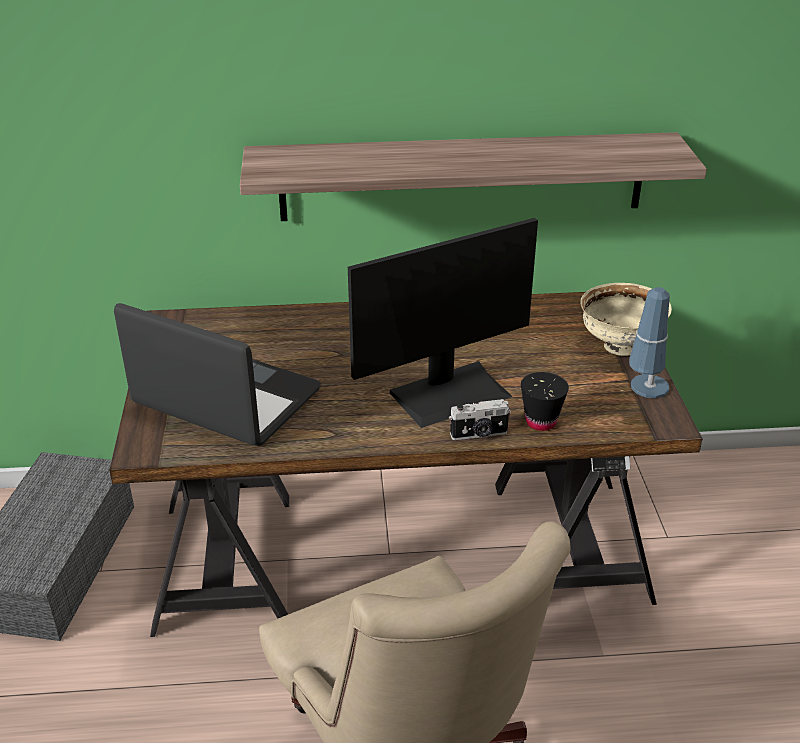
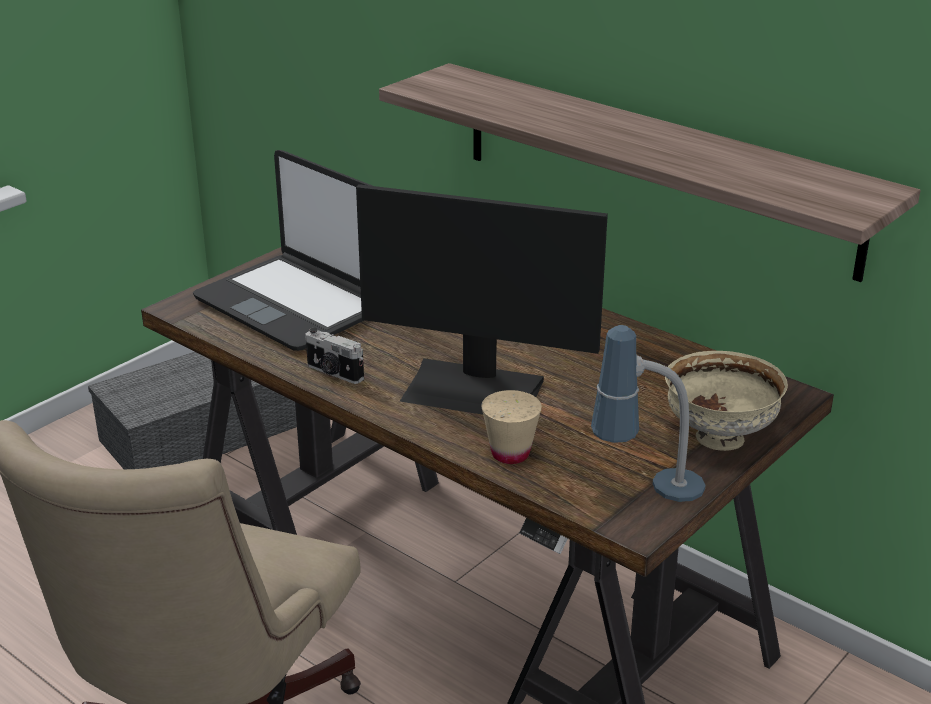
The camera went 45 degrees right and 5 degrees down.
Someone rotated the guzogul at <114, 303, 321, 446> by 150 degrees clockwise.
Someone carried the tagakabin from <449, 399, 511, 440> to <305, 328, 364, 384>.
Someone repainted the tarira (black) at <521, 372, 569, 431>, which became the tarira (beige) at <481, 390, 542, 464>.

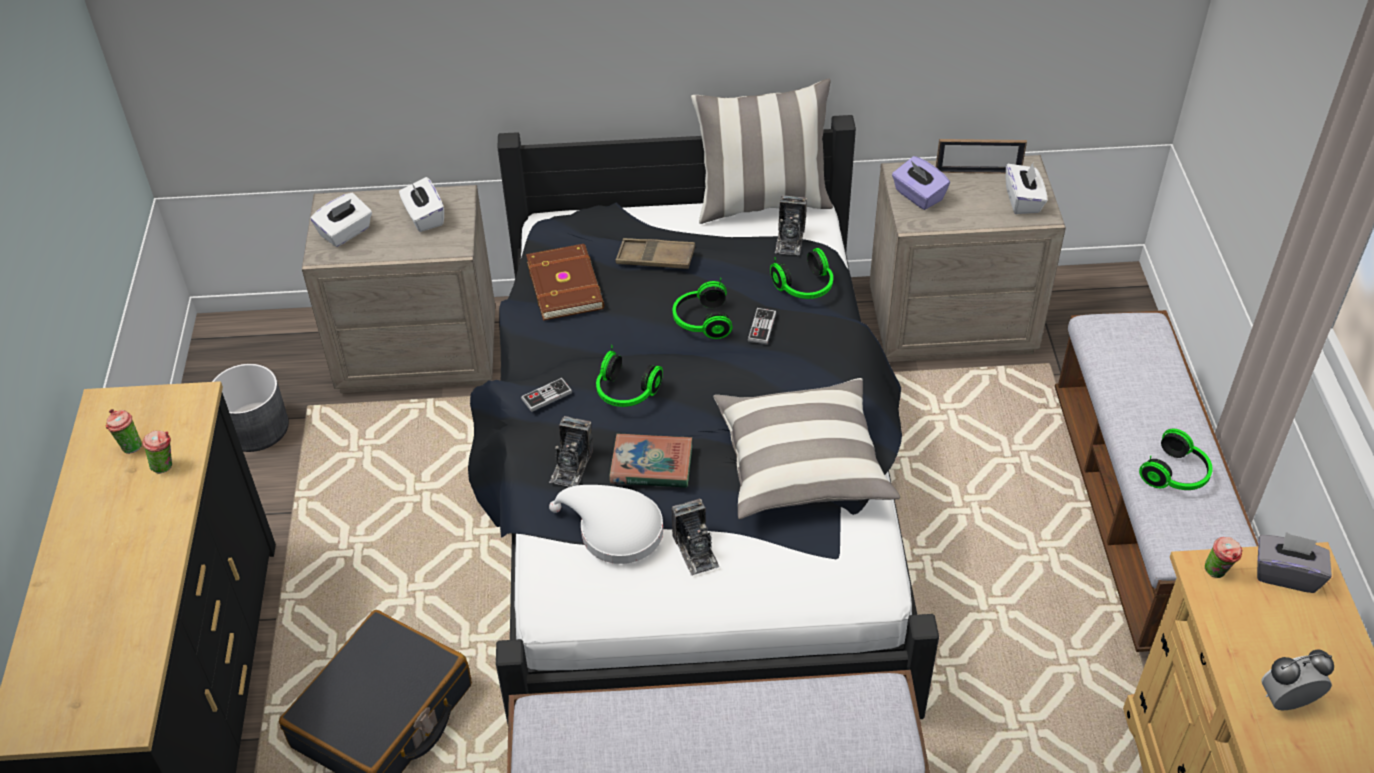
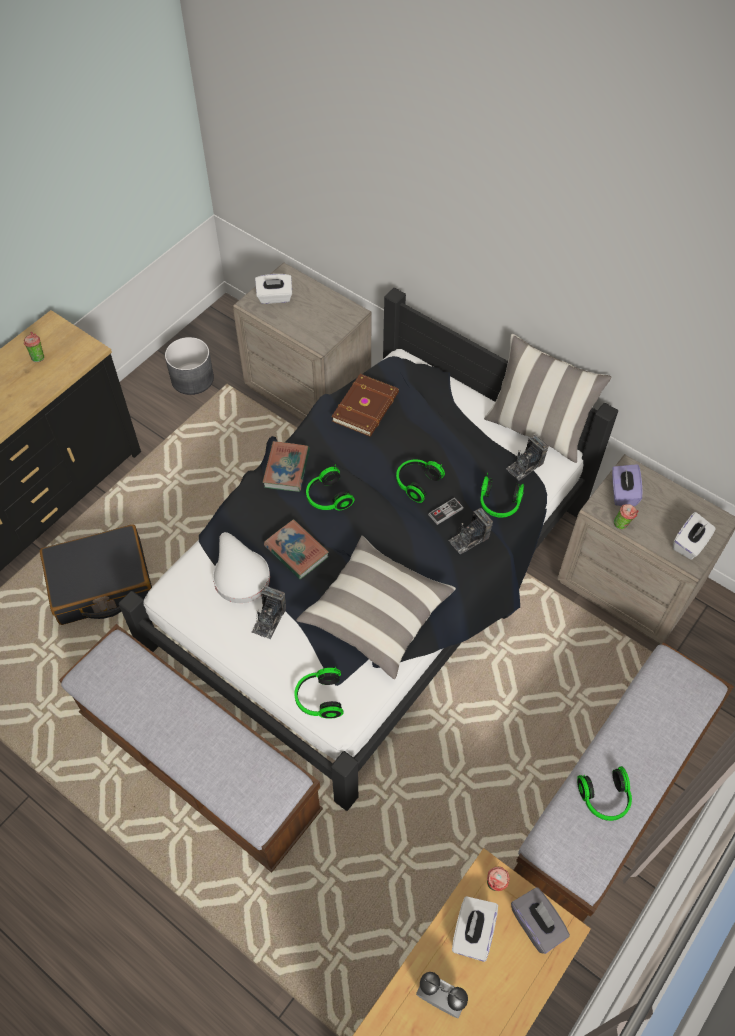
The camera went 40 degrees right and 10 degrees up.
Someone carried the tarira from <142, 431, 172, 474> to <613, 504, 638, 530>.
Someone carried the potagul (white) from <399, 177, 444, 232> to <452, 896, 498, 962>.
Someone swapped the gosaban at <521, 378, 572, 412> for the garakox at <262, 441, 310, 492>.
Someone carried the tagakabin from <549, 416, 593, 487> to <448, 508, 493, 554>.
Someone took away the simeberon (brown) at <615, 238, 695, 269>.
Someone took away the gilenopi at <936, 139, 1027, 174>.
Someone put down the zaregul at <294, 667, 344, 719>.

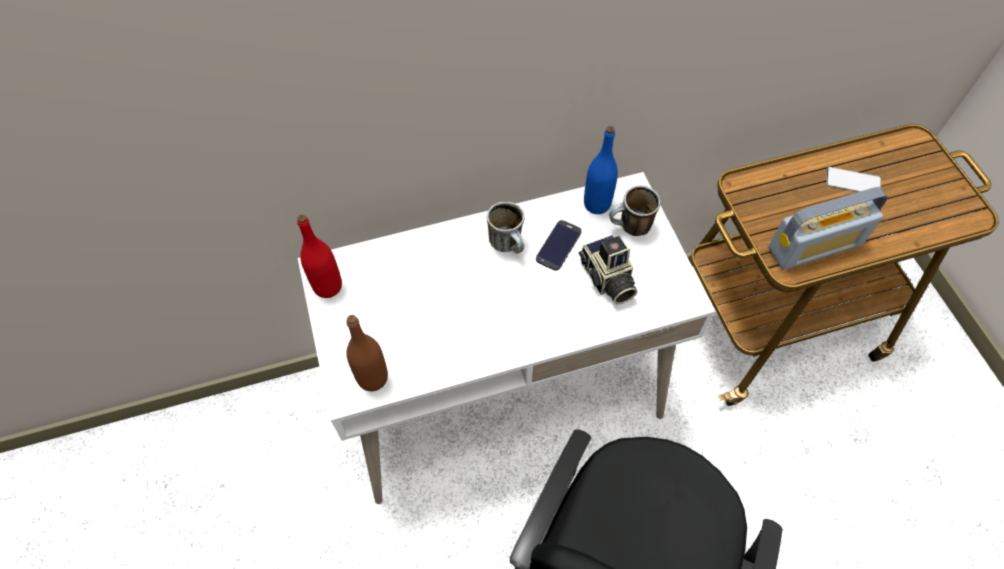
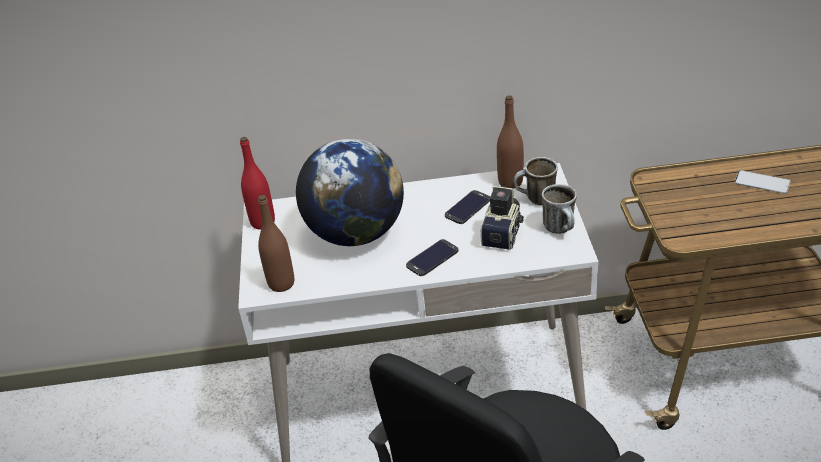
The camera went 15 degrees right and 20 degrees down.
Someone carried the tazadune from <487, 202, 525, 253> to <542, 184, 577, 234>.
Someone rotated the tagakabin at <579, 235, 638, 304> by 150 degrees counterclockwise.
Someone repainted the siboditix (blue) at <584, 126, 618, 214>, which became the siboditix (brown) at <497, 95, 524, 189>.
Someone took away the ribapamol at <768, 187, 888, 270>.
Someone put down the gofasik at <296, 139, 404, 246>.
Someone put down the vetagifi at <406, 239, 459, 276>.

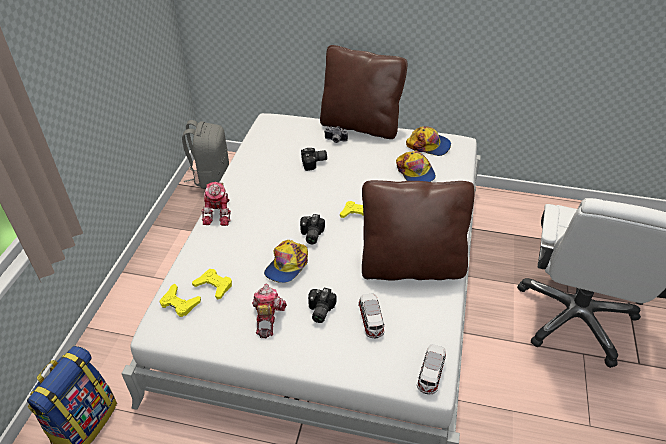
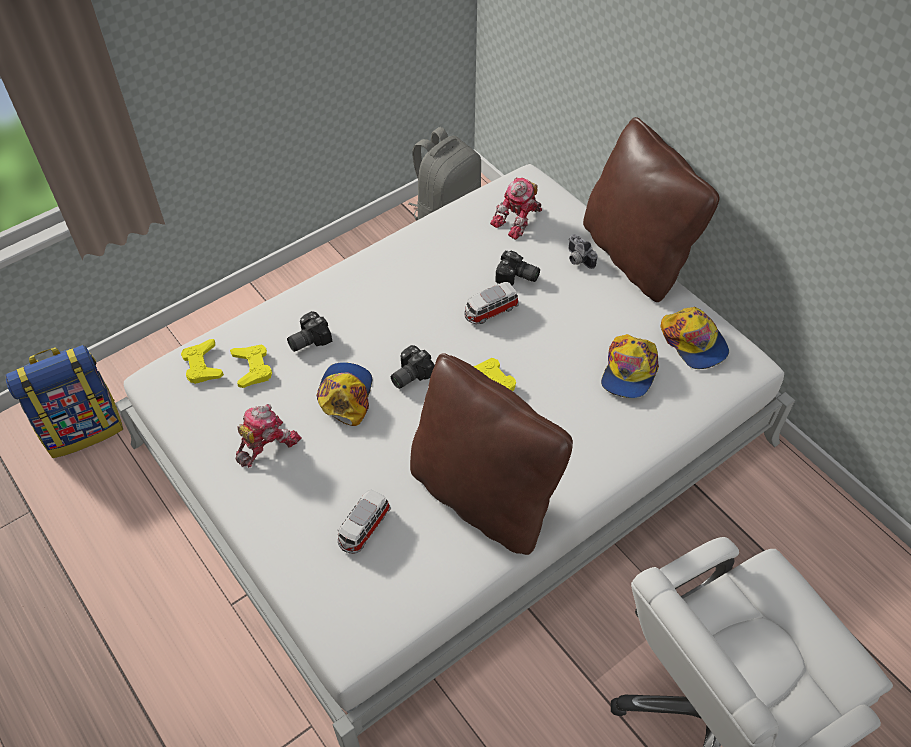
The camera went 40 degrees right and 10 degrees up.
Someone carried the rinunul from <201, 182, 231, 226> to <490, 177, 542, 240>.
Someone rotated the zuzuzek at <264, 240, 308, 283> by 120 degrees clockwise.
Someone carried the tagakabin from <308, 288, 336, 323> to <287, 311, 333, 352>.
Someone carried the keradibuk from <417, 344, 446, 394> to <464, 282, 519, 324>.

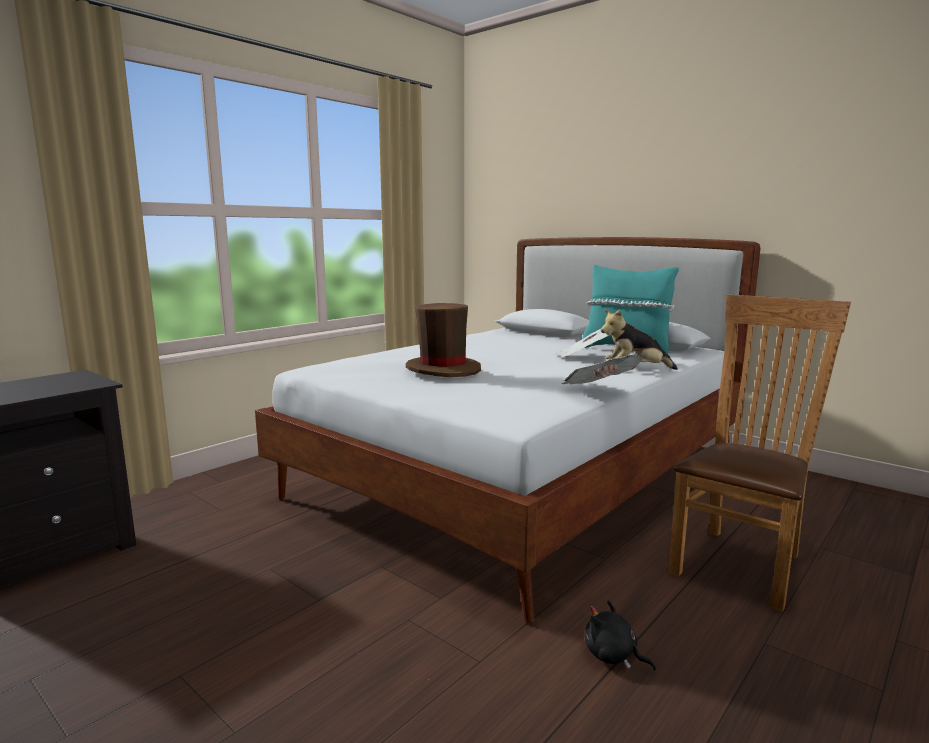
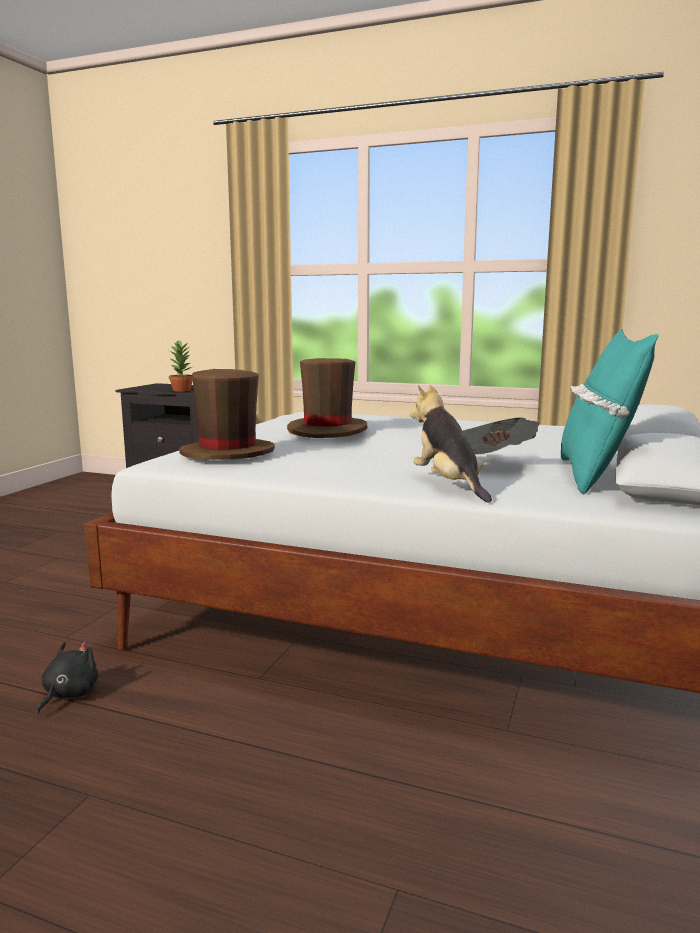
The camera went 70 degrees right and 0 degrees up.
Someone took away the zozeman at <562, 355, 643, 384>.
Someone took away the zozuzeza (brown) at <668, 295, 851, 612>.
Someone put down the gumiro at <169, 341, 193, 392>.
Someone put down the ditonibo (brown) at <179, 369, 275, 460>.

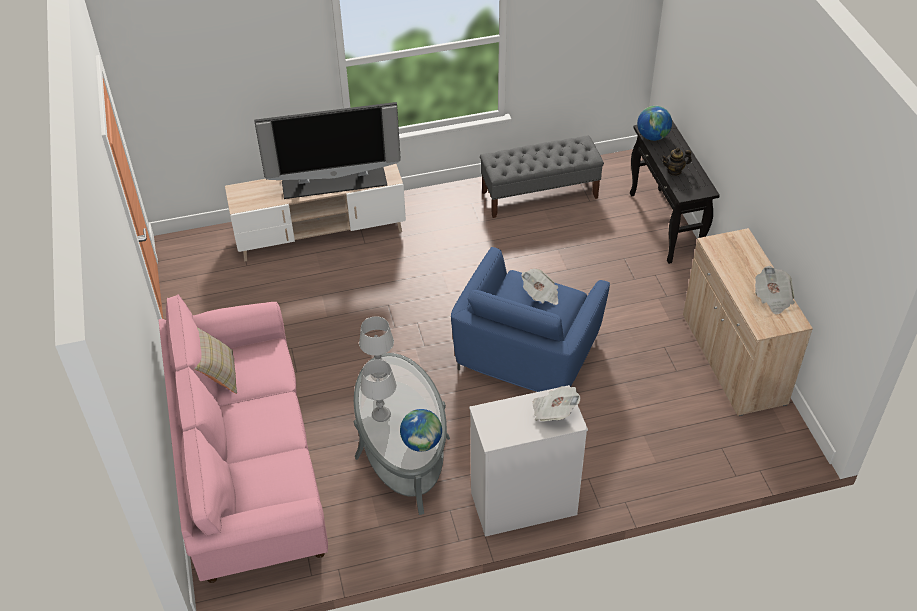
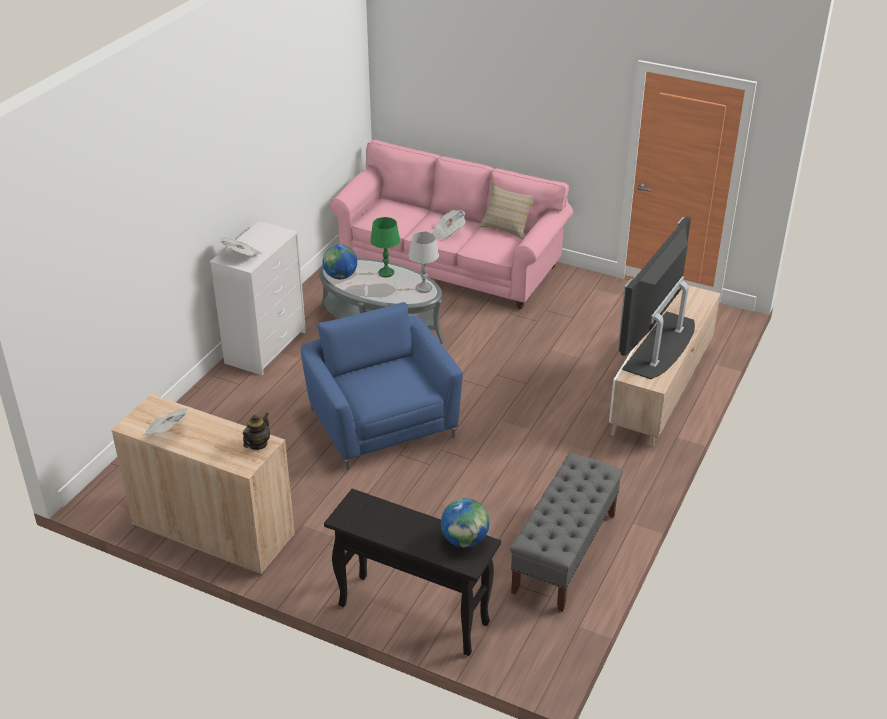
The camera went 130 degrees right and 10 degrees down.
Someone repainted the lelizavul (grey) at <360, 359, 396, 422>, which became the lelizavul (green) at <370, 217, 400, 277>.
Someone carried the zozeman from <521, 269, 558, 305> to <430, 210, 466, 240>.
Someone carried the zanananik from <661, 148, 692, 176> to <243, 412, 270, 450>.

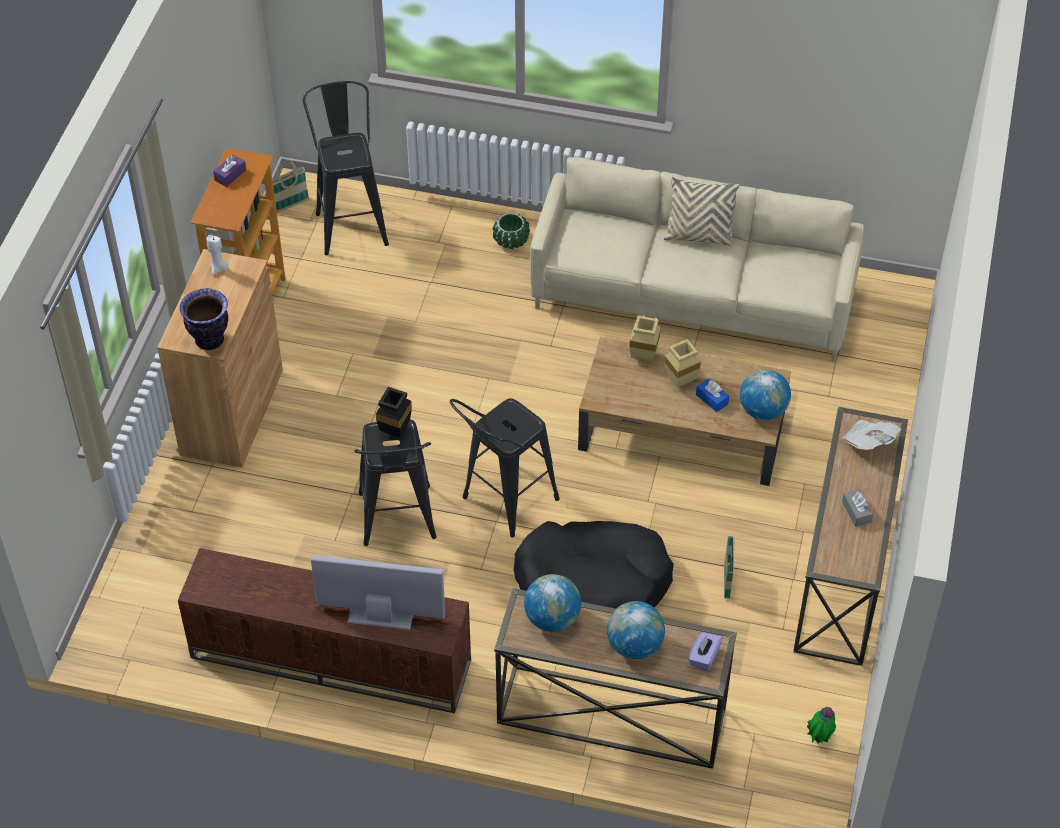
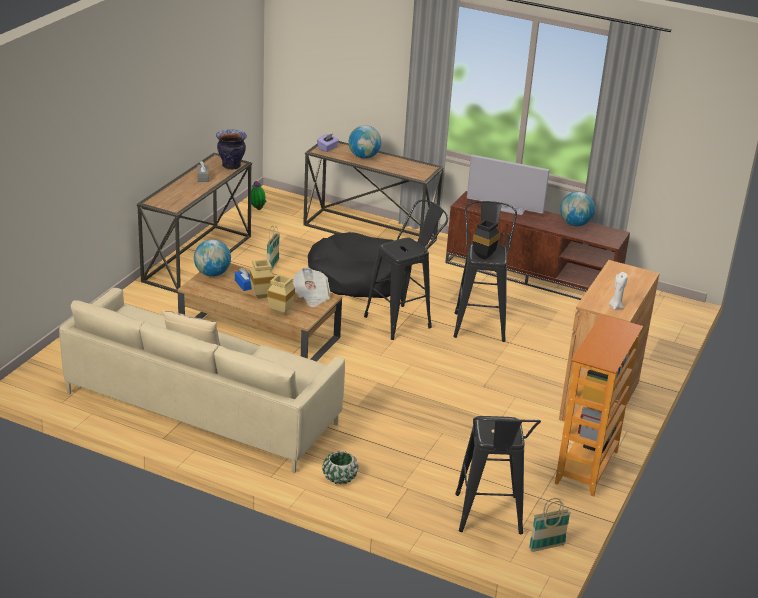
The camera went 170 degrees left and 20 degrees down.
Someone carried the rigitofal from <180, 288, 228, 350> to <216, 130, 247, 170>.
Someone took away the potagul (purple) at <213, 155, 246, 187>.
Someone carried the gofasik from <524, 574, 581, 632> to <560, 192, 595, 226>.
Someone carried the zozeman from <842, 420, 901, 450> to <293, 267, 330, 307>.

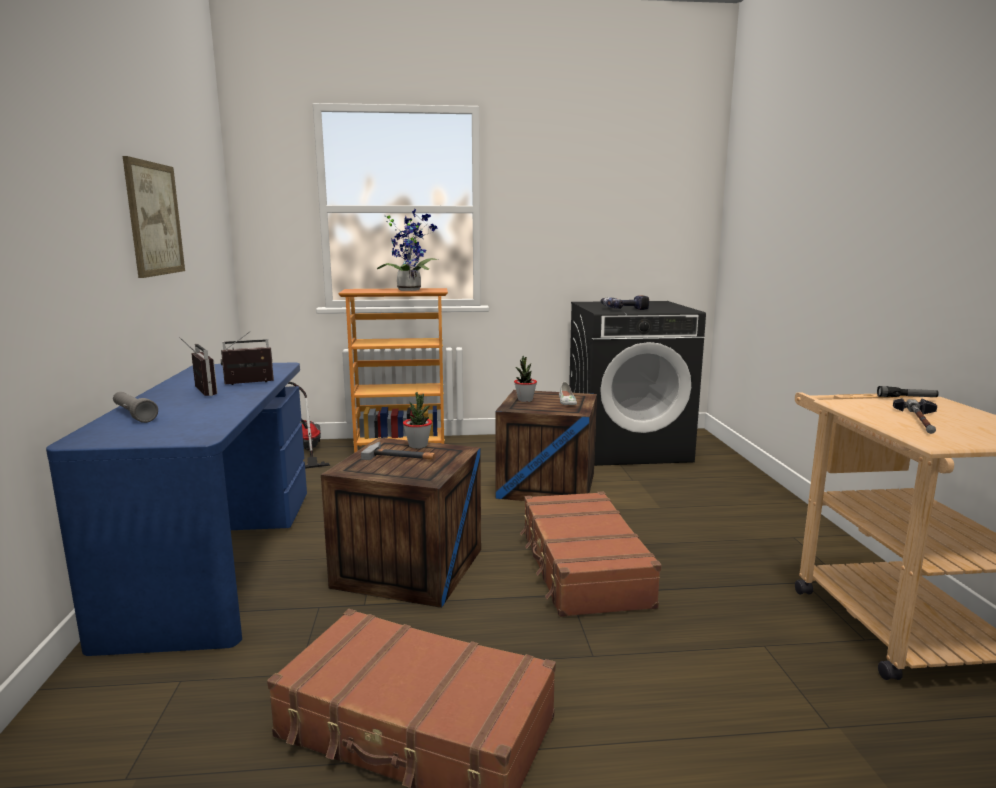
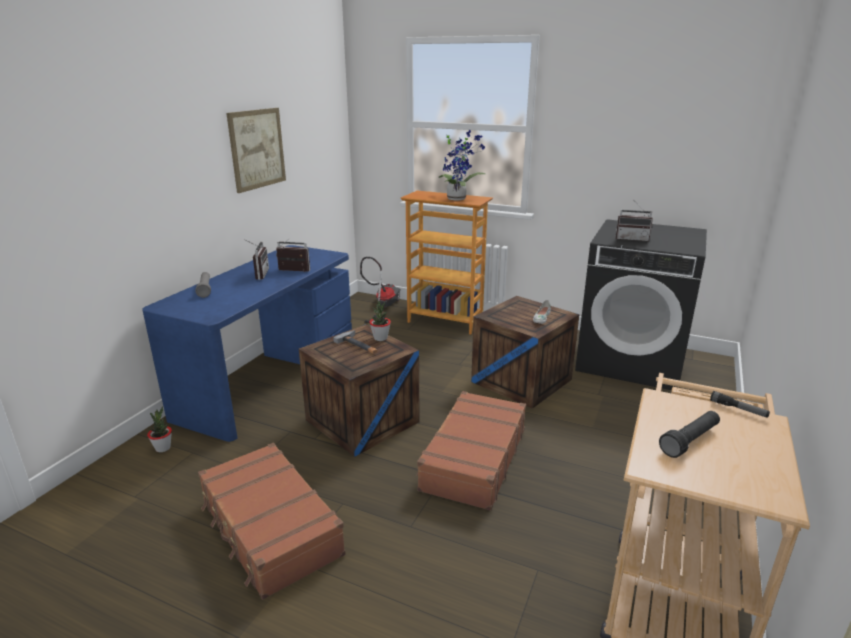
The camera went 30 degrees right and 10 degrees up.
Someone carried the gumiro from <514, 356, 537, 402> to <147, 406, 172, 452>.
Someone swapped the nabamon at <601, 295, 649, 310> for the ribapamol at <615, 202, 653, 242>.
Someone swapped the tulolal at <893, 398, 937, 434> for the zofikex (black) at <659, 411, 720, 458>.

